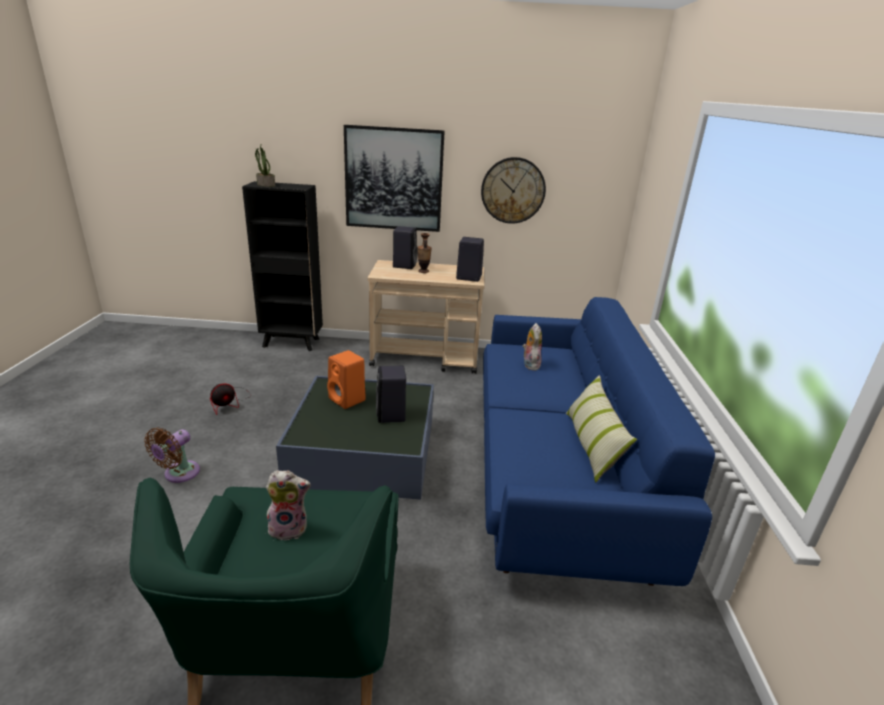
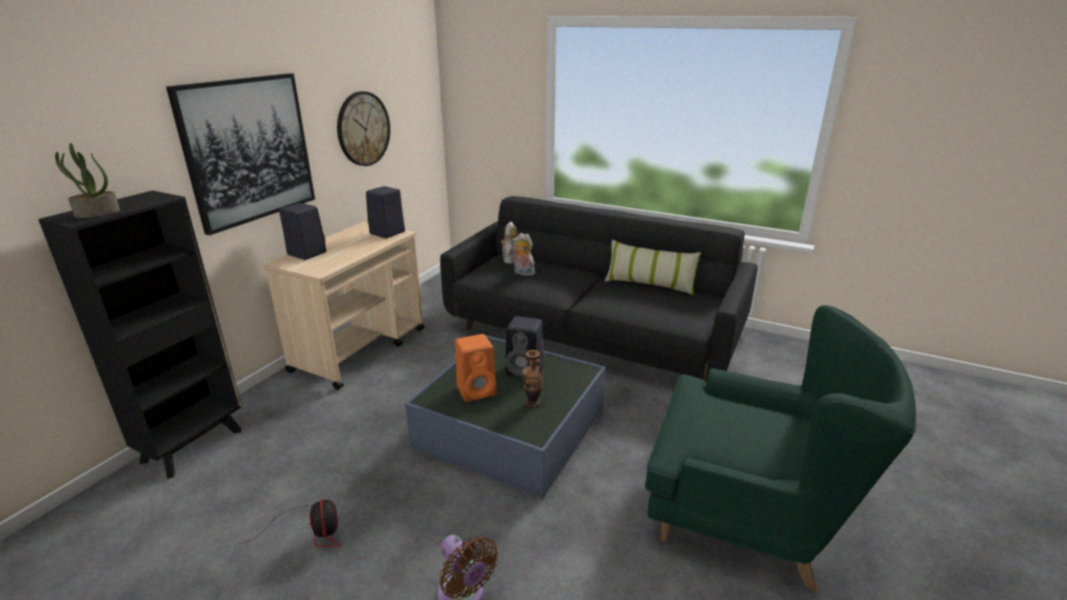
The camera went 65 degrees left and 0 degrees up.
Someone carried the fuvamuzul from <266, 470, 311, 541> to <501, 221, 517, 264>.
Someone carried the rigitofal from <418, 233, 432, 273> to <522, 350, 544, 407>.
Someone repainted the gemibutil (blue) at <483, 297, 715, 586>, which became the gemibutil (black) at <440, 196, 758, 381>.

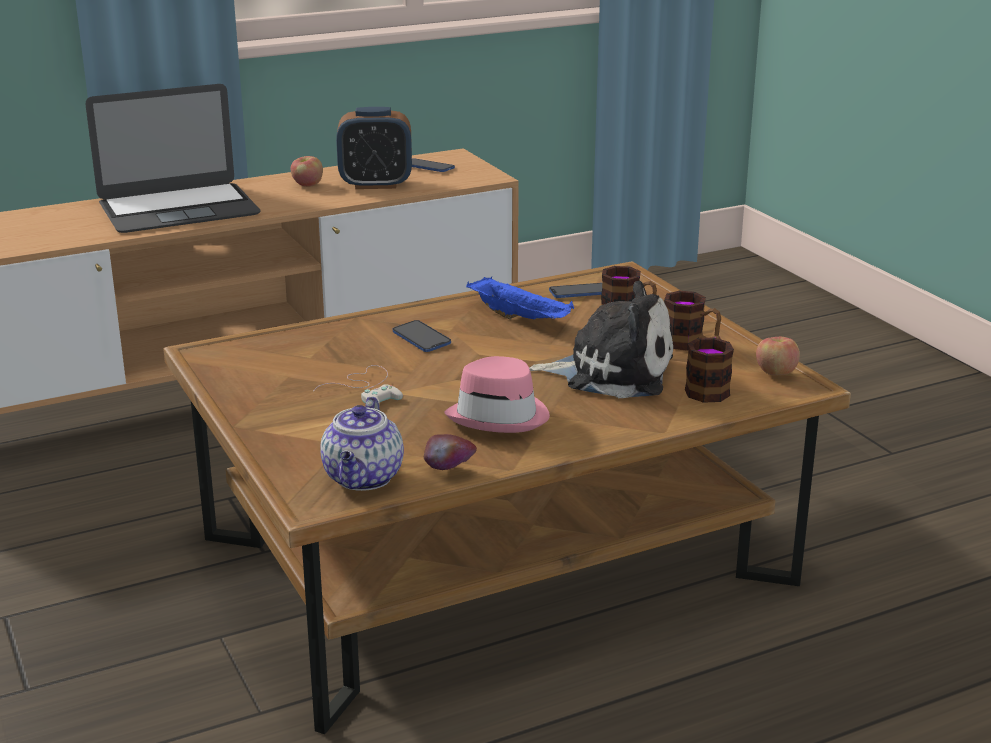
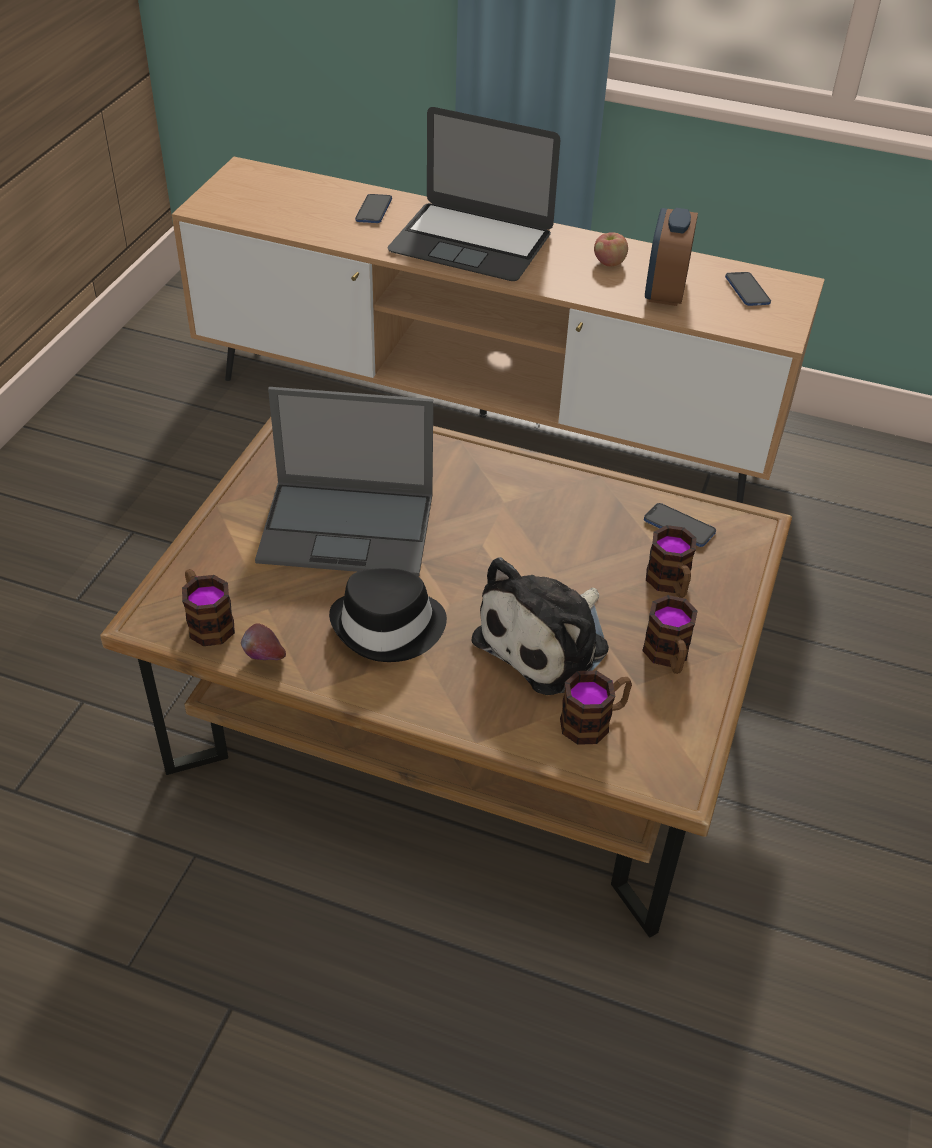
The camera went 45 degrees right and 20 degrees up.
Someone swapped the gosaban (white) at <313, 365, 403, 406> for the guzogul at <255, 387, 433, 577>.
Someone swapped the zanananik at <321, 397, 404, 491> for the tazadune at <182, 569, 235, 646>.
Someone rotated the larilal at <336, 107, 412, 189> by 60 degrees clockwise.
Someone carried the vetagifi from <393, 320, 451, 352> to <355, 194, 392, 223>.
Someone repainted the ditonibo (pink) at <444, 356, 550, 433>, which became the ditonibo (black) at <329, 568, 447, 662>.
Someone took away the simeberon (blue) at <466, 277, 574, 319>.
Someone rotated the fuvamuzul at <529, 281, 673, 398> by 75 degrees clockwise.
Someone took away the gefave at <756, 337, 800, 375>.

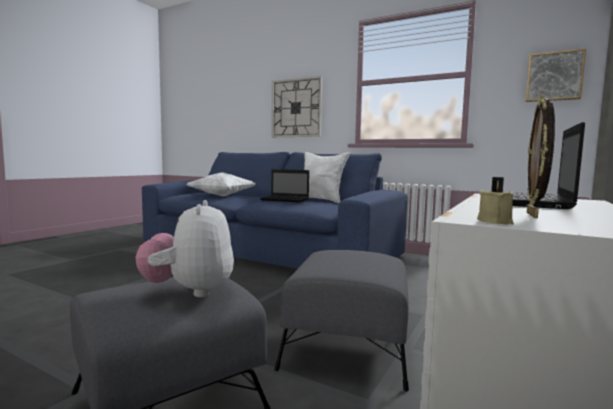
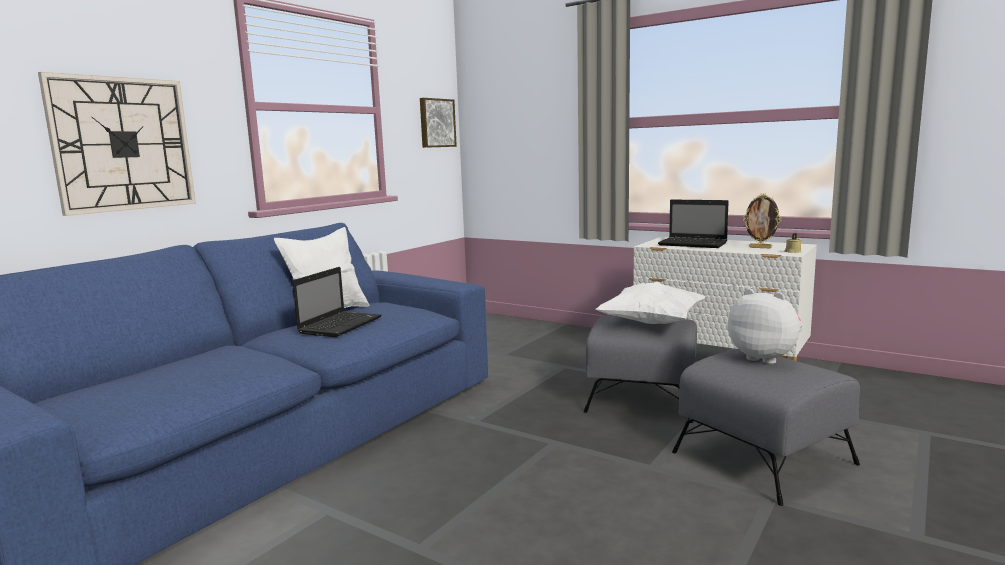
The camera went 85 degrees left and 5 degrees up.
Someone rotated the fuvamuzul at <136, 200, 234, 297> by 135 degrees counterclockwise.
Someone carried the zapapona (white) from <186, 172, 256, 196> to <596, 281, 706, 324>.

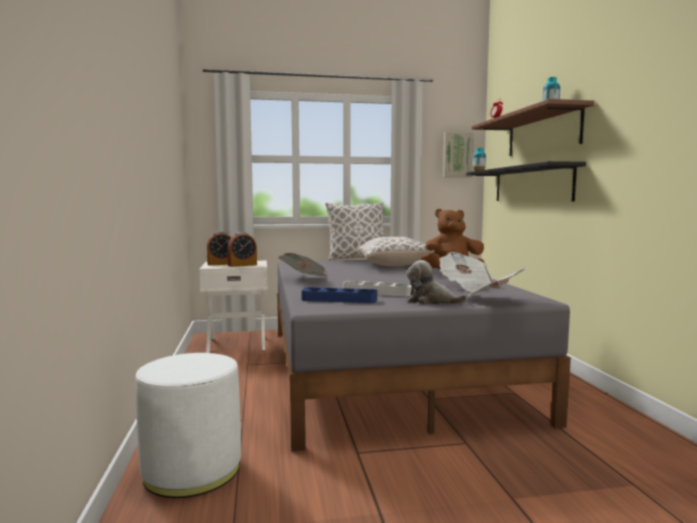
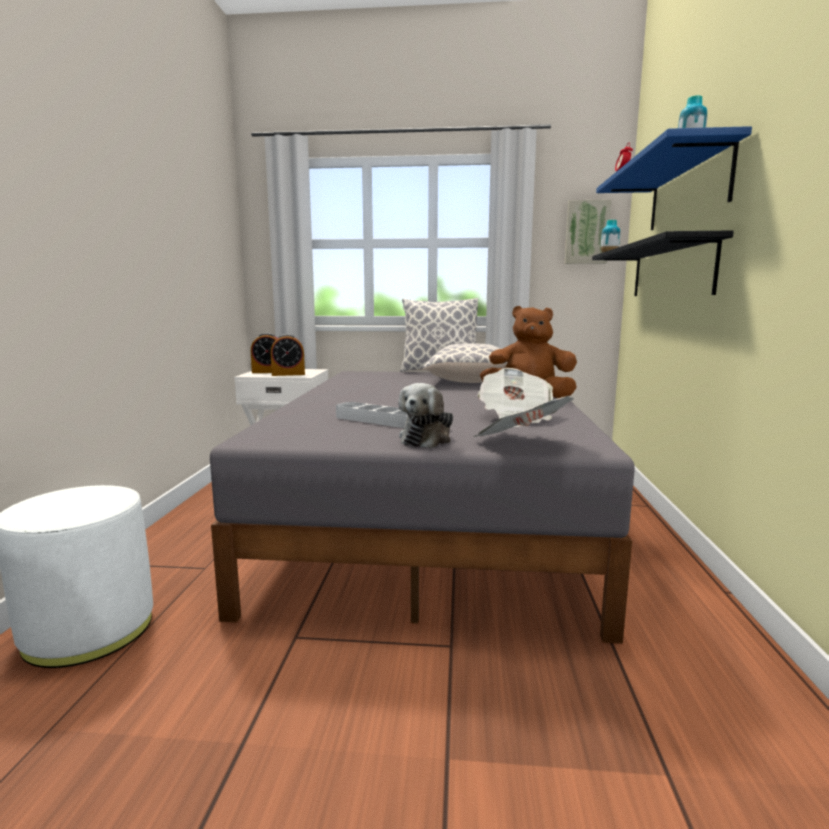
The camera went 15 degrees right and 5 degrees up.
Someone took away the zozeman at <278, 253, 328, 277>.
Someone took away the simeberon (blue) at <301, 287, 377, 303>.
Someone rotated the fuvamuzul at <406, 260, 468, 304> by 105 degrees counterclockwise.
Someone repainted the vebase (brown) at <472, 99, 594, 156>, which became the vebase (blue) at <596, 126, 752, 230>.

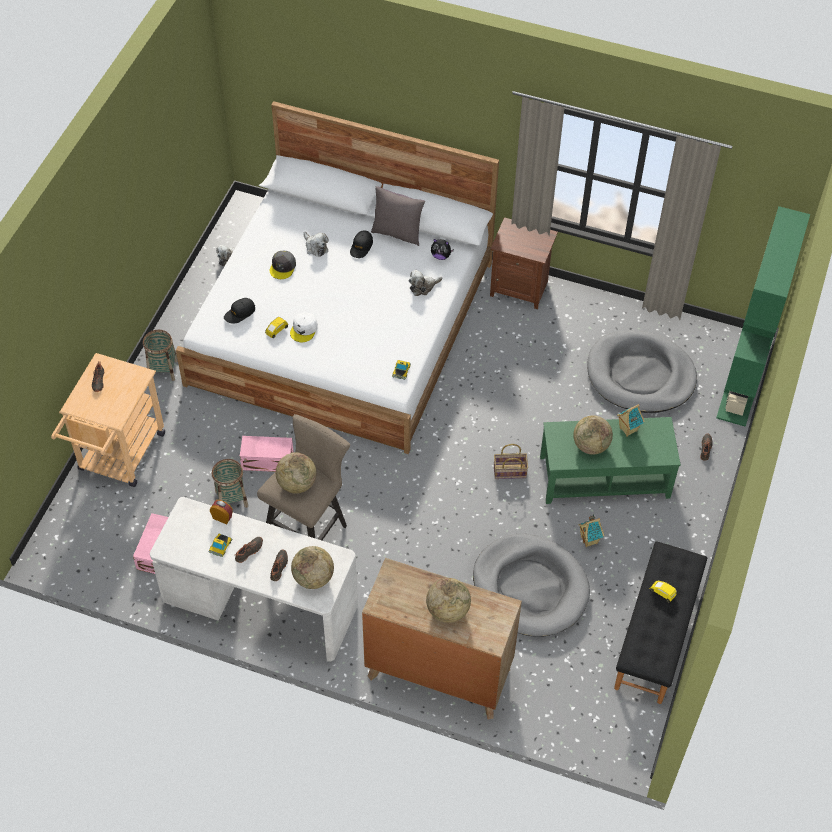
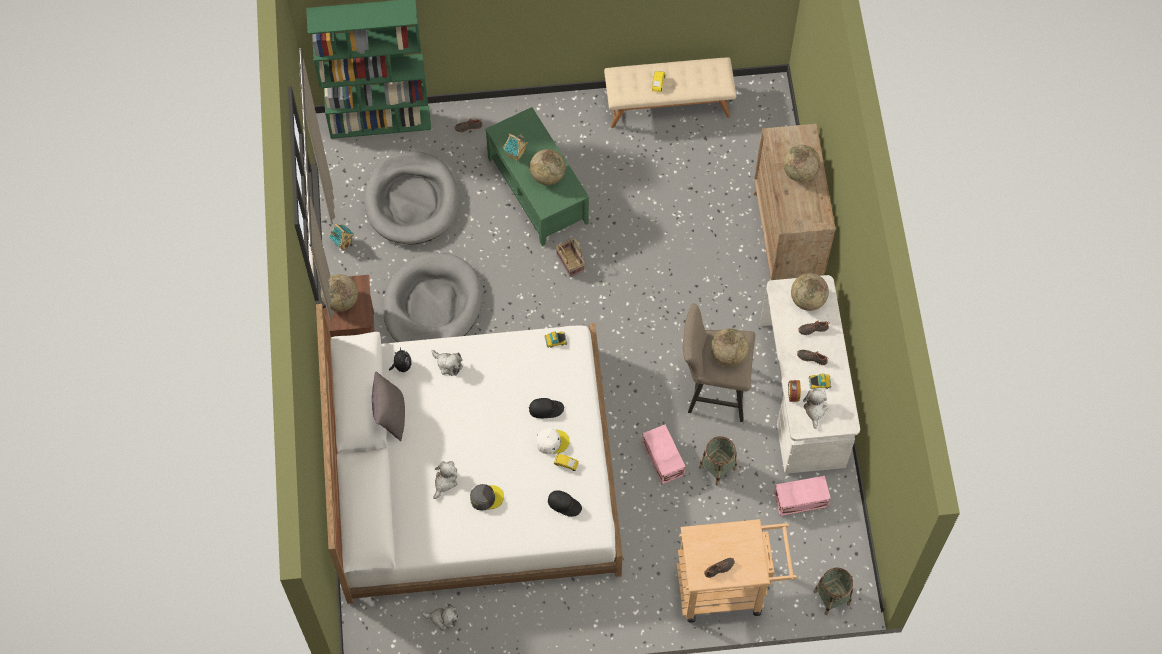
The camera went 115 degrees left and 10 degrees up.
Someone carried the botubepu from <143, 330, 178, 381> to <813, 568, 853, 615>.
Someone carried the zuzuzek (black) from <350, 230, 373, 258> to <529, 398, 564, 418>.
Someone carried the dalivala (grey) from <473, 534, 590, 637> to <383, 253, 483, 342>.
Someone carried the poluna from <578, 514, 604, 547> to <329, 223, 354, 251>.
Someone repainted the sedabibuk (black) at <614, 541, 707, 704>, which became the sedabibuk (beige) at <604, 57, 736, 128>.
Someone put down the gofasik at <321, 274, 358, 312>.
Someone put down the fuvamuzul at <803, 388, 827, 429>.

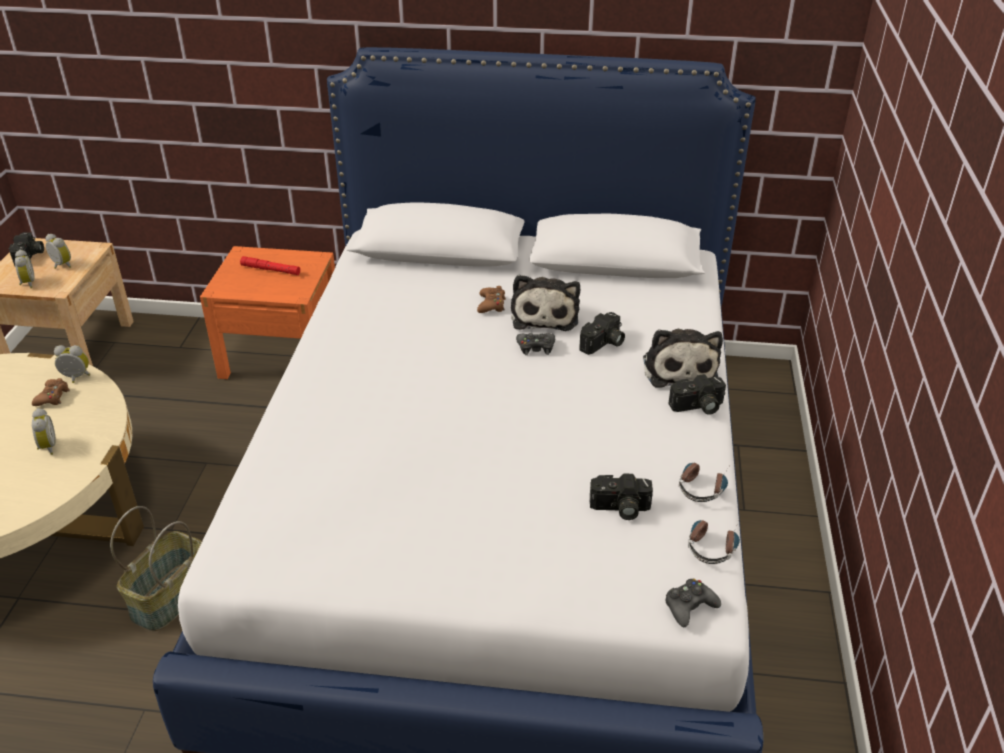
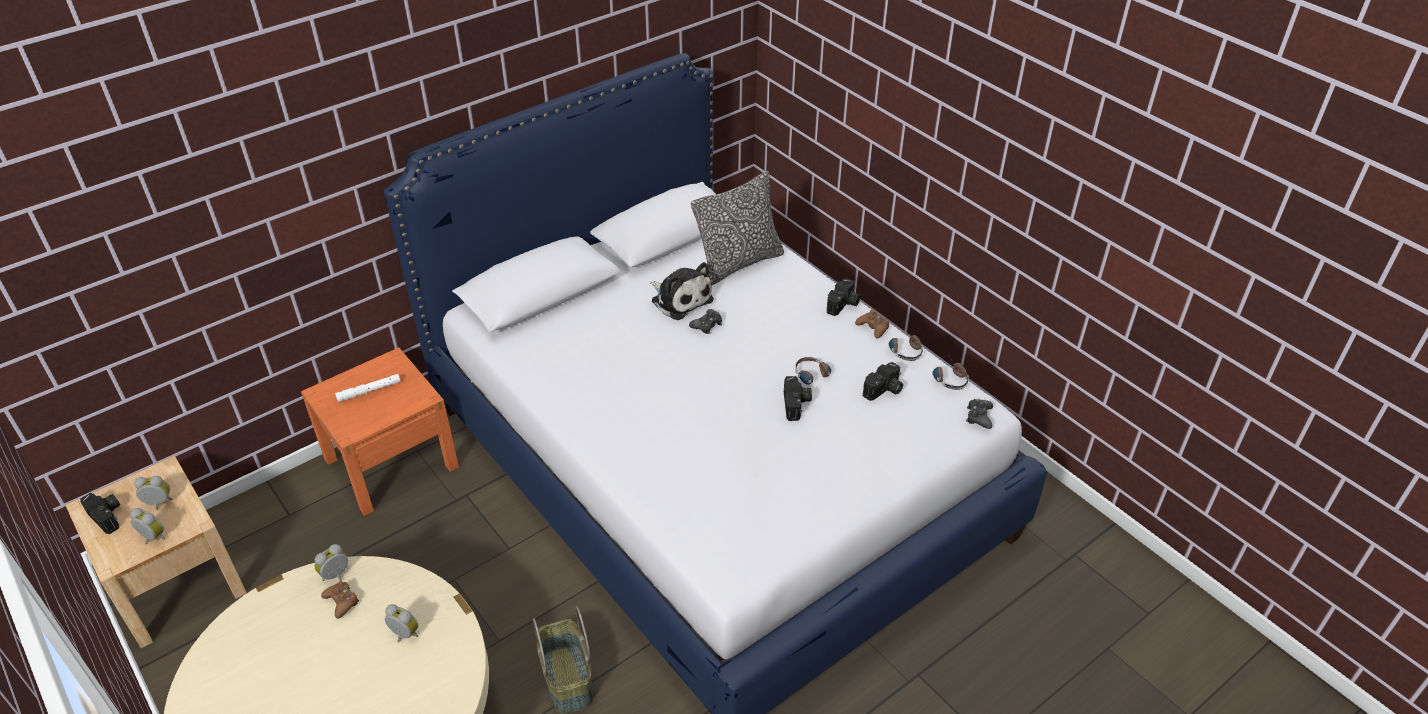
The camera went 45 degrees left and 5 degrees up.
Someone repainted the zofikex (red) at <240, 256, 300, 275>, which became the zofikex (white) at <335, 374, 401, 402>.
Someone carried the gosaban (brown) from <477, 286, 506, 313> to <855, 310, 889, 338>.
Someone carried the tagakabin from <579, 312, 625, 355> to <784, 376, 812, 421>.
Someone took away the fuvamuzul at <643, 329, 723, 387>.
Someone put down the zapapona at <691, 171, 784, 285>.
Someone put down the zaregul at <795, 357, 831, 385>.

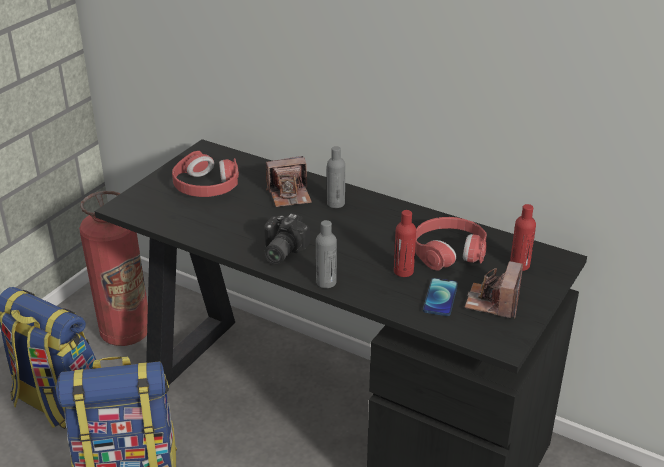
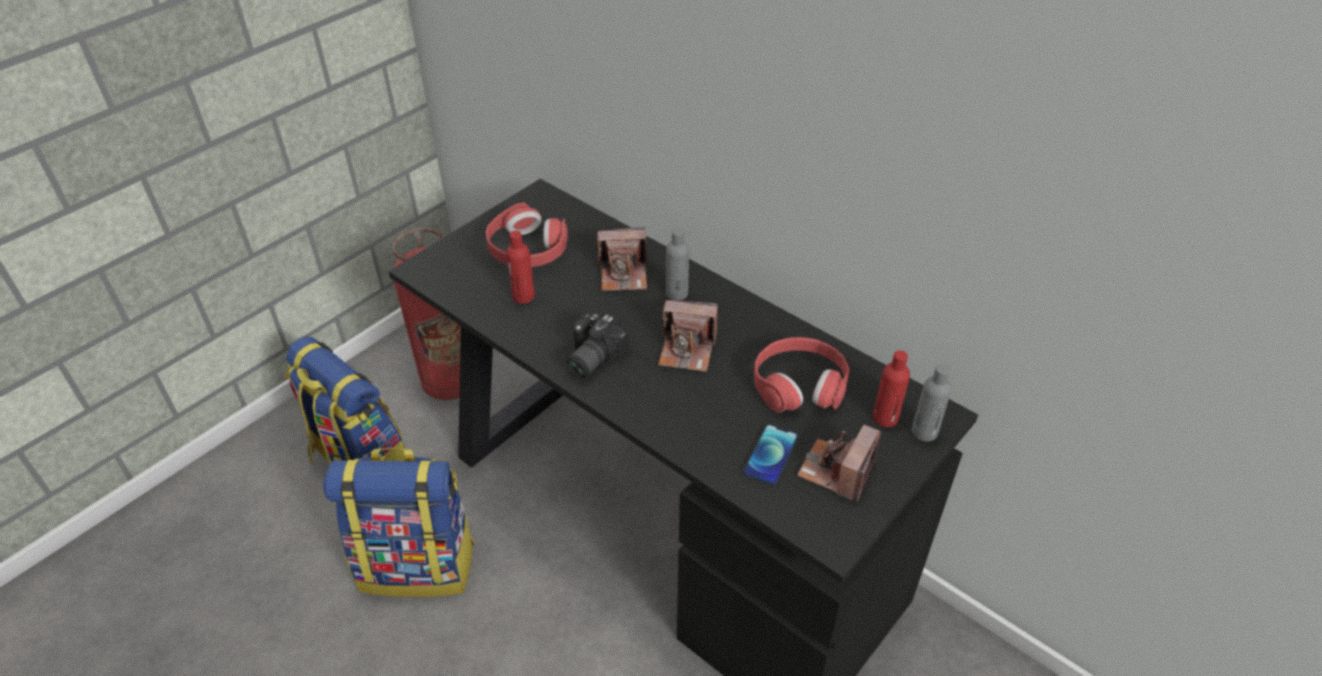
The camera went 10 degrees right and 10 degrees up.
Someone carried the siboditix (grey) from <316, 220, 337, 288> to <912, 364, 951, 442>.
Someone carried the siboditix (red) from <394, 210, 416, 277> to <506, 231, 535, 304>.
Someone put down the tagakabin at <658, 300, 718, 372>.

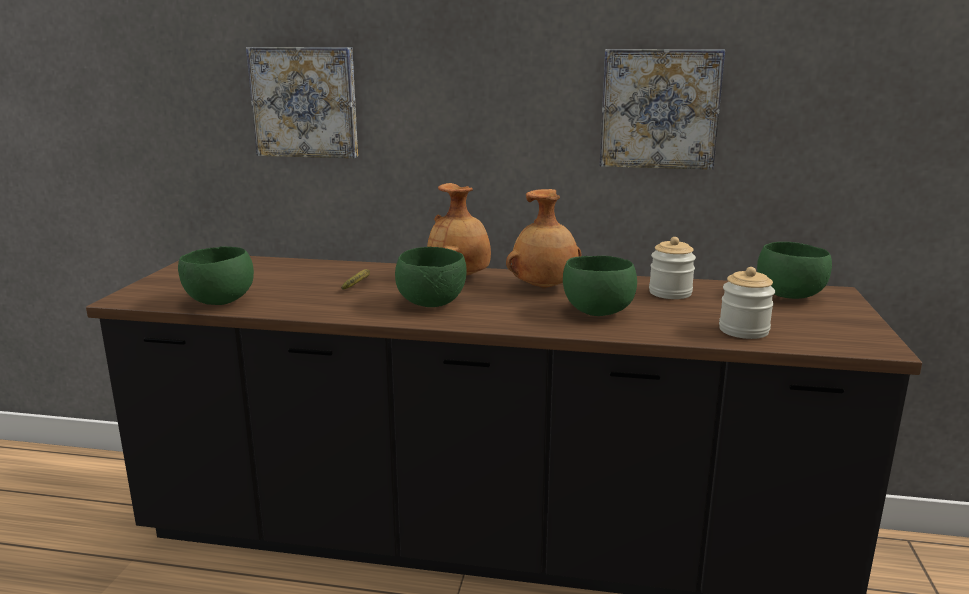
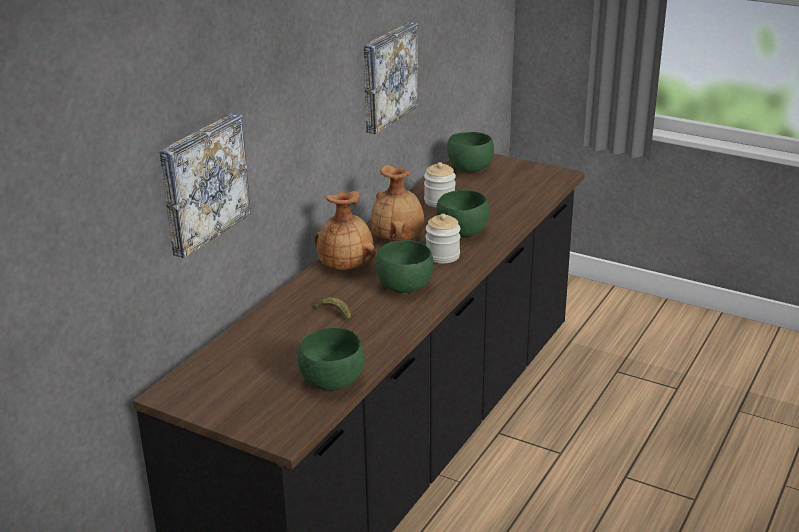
The camera went 70 degrees left and 10 degrees up.
Someone carried the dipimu from <719, 267, 775, 339> to <426, 214, 461, 263>.

